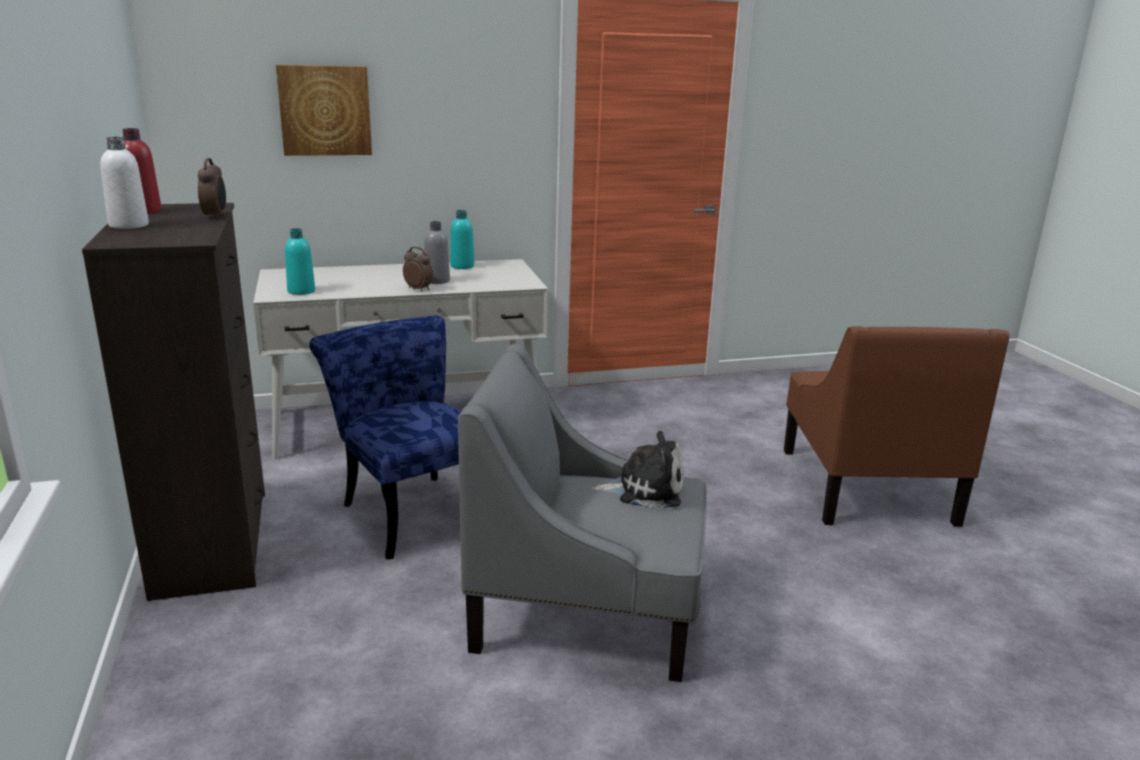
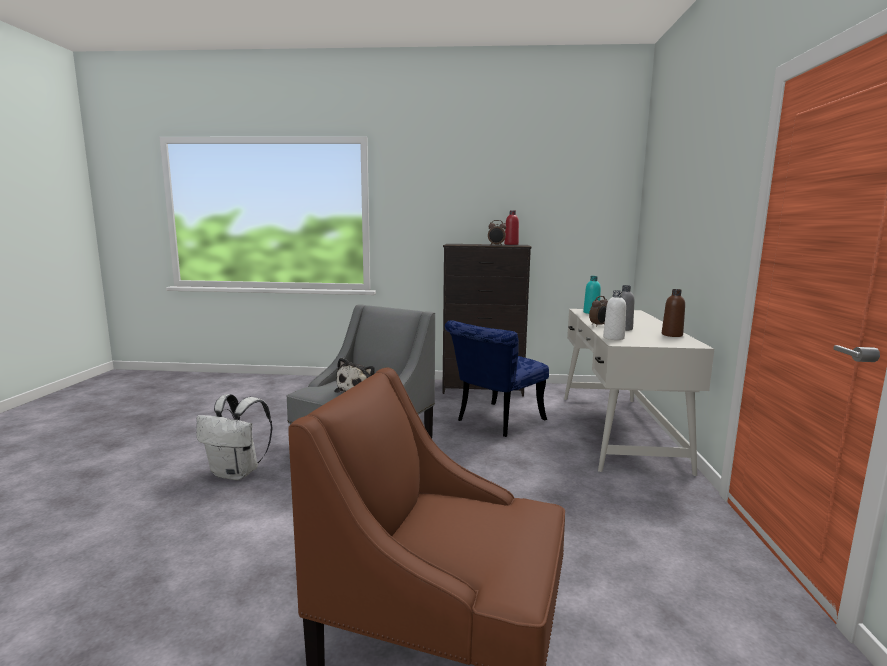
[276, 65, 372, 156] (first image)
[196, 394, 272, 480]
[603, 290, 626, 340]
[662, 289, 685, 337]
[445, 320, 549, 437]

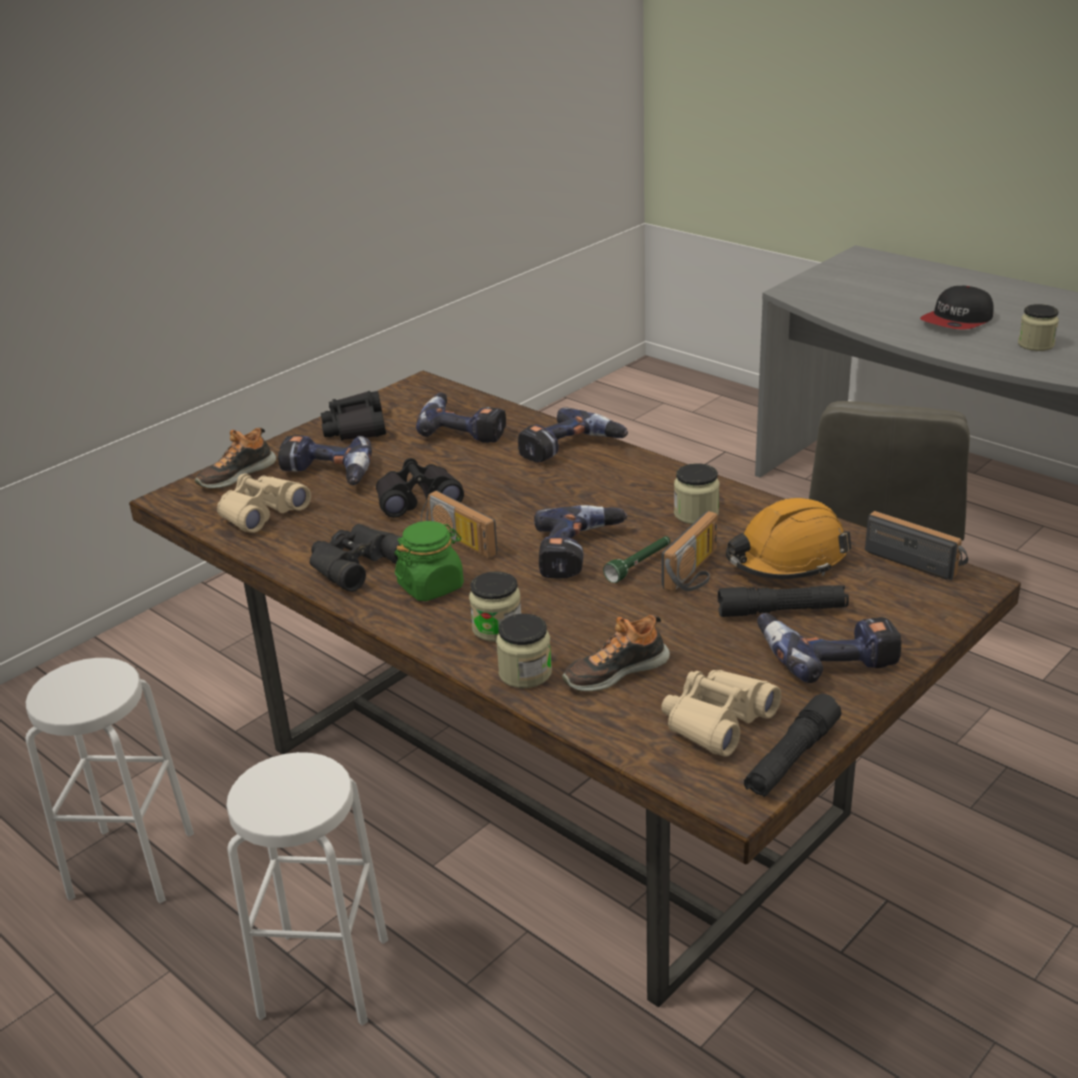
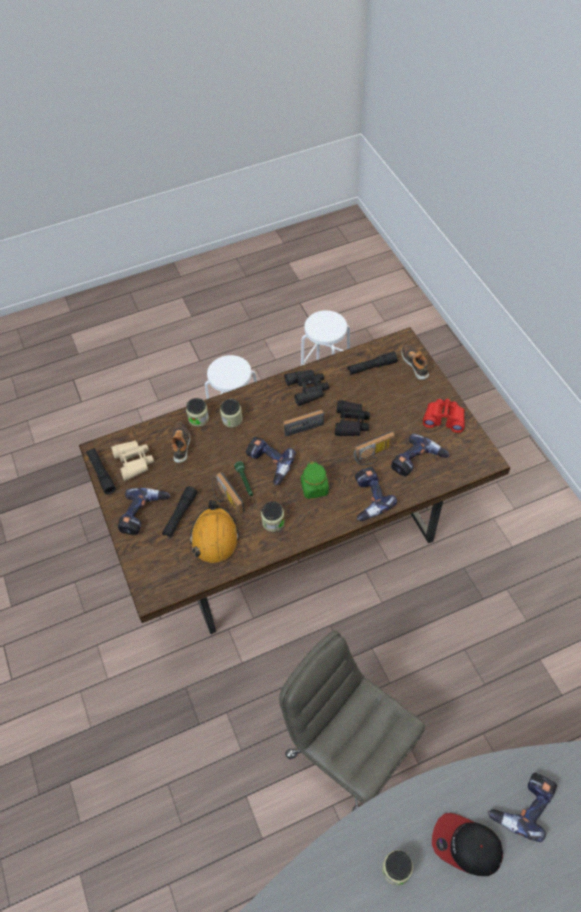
[488, 773, 557, 842]
[301, 462, 329, 499]
[354, 431, 395, 465]
[347, 352, 398, 375]
[423, 399, 465, 433]
[432, 813, 503, 876]

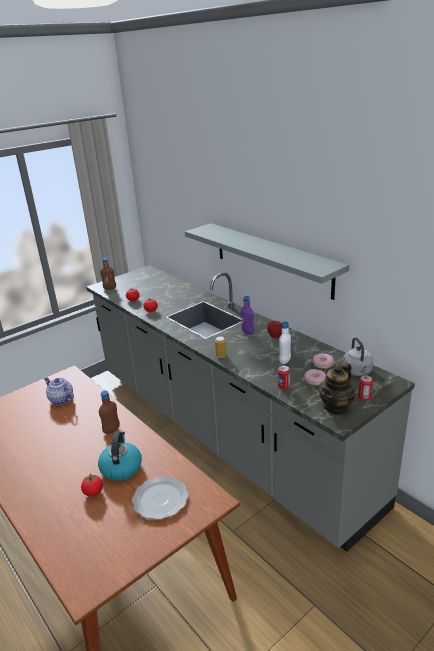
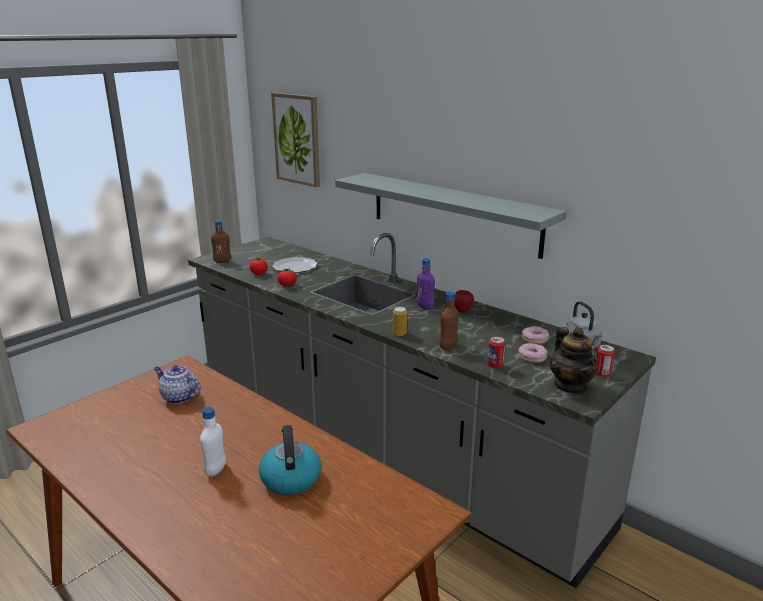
[81, 473, 103, 497] (first image)
[271, 93, 320, 187]
[439, 291, 458, 350]
[273, 257, 317, 273]
[200, 407, 226, 477]
[550, 327, 598, 394]

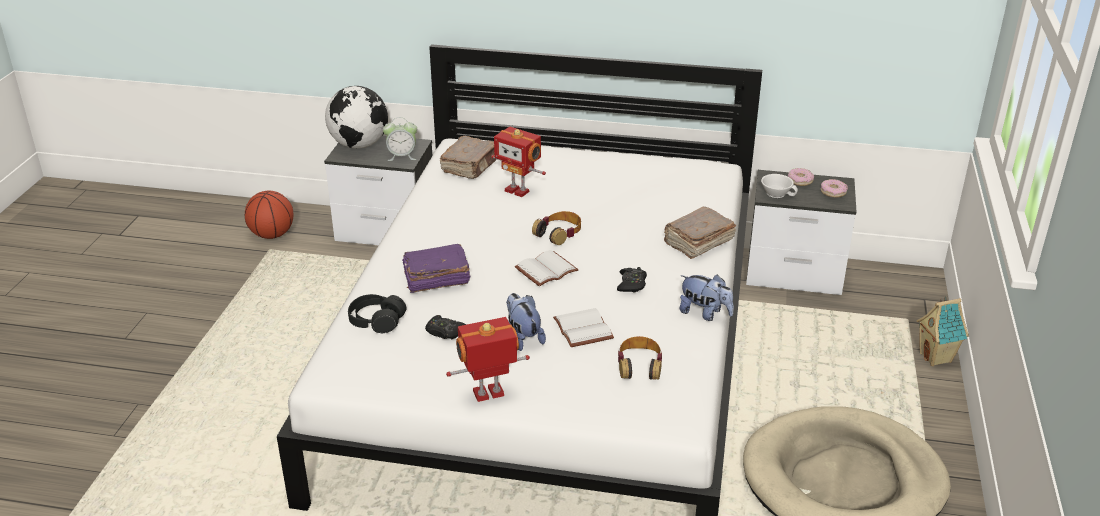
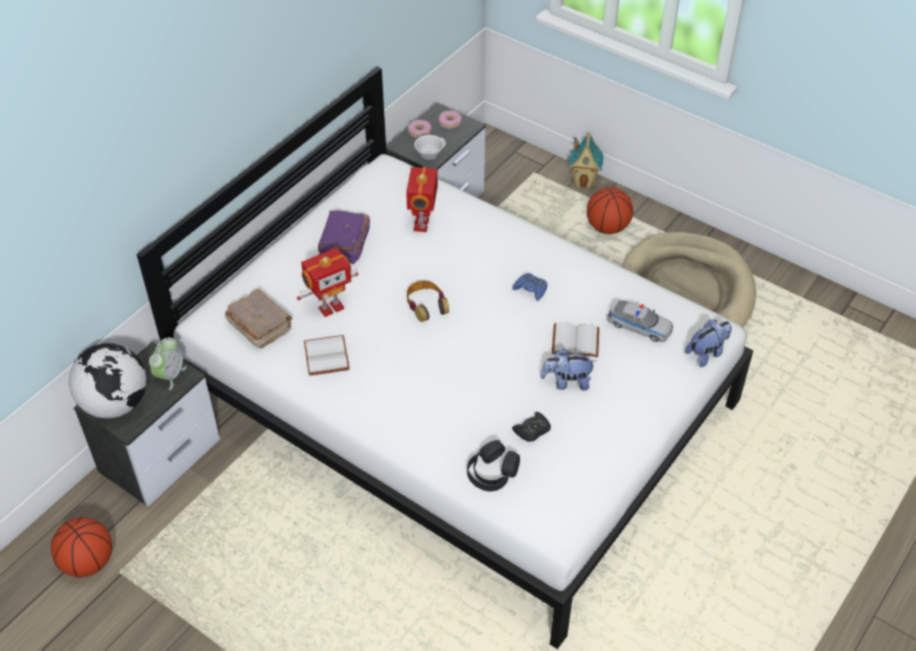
[664, 207, 736, 259] (first image)
[587, 187, 633, 234]
[318, 210, 370, 264]
[406, 167, 438, 232]
[304, 335, 350, 376]
[685, 320, 732, 367]
[606, 300, 673, 342]
[512, 273, 547, 301]

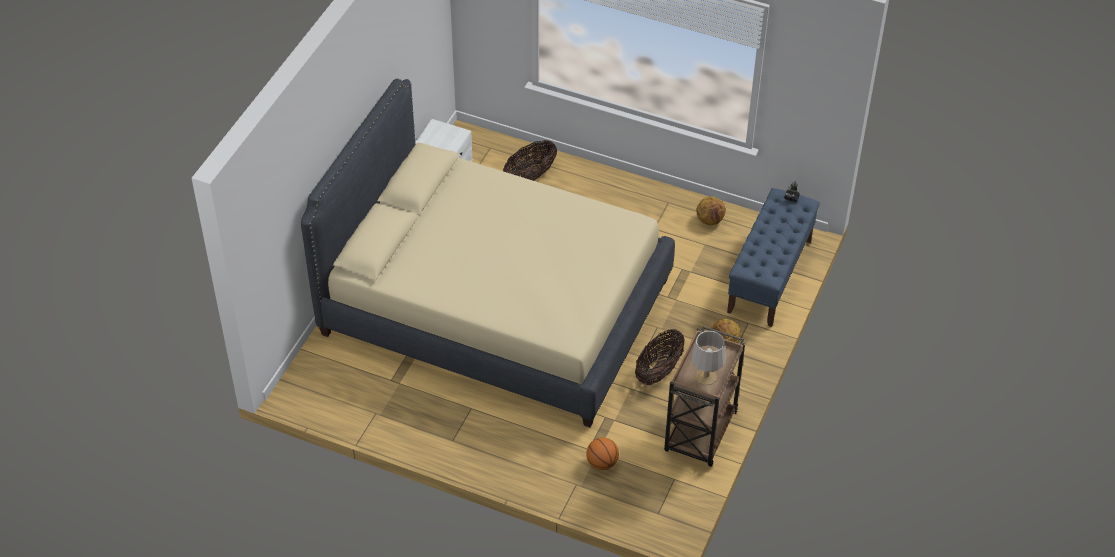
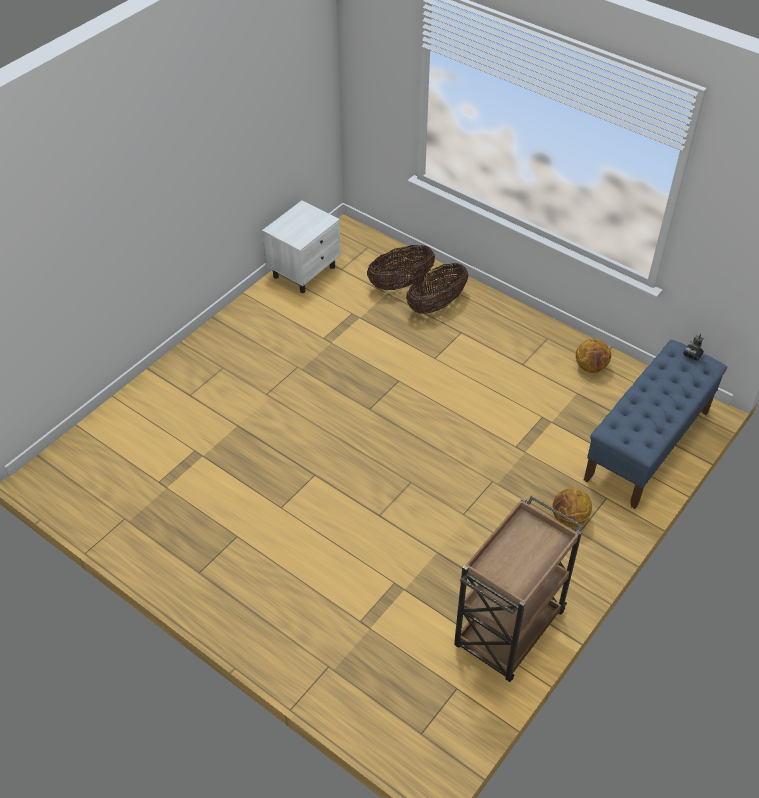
[301, 79, 675, 427] (first image)
[586, 437, 619, 470] (first image)
[691, 331, 726, 385] (first image)
[406, 263, 468, 314]

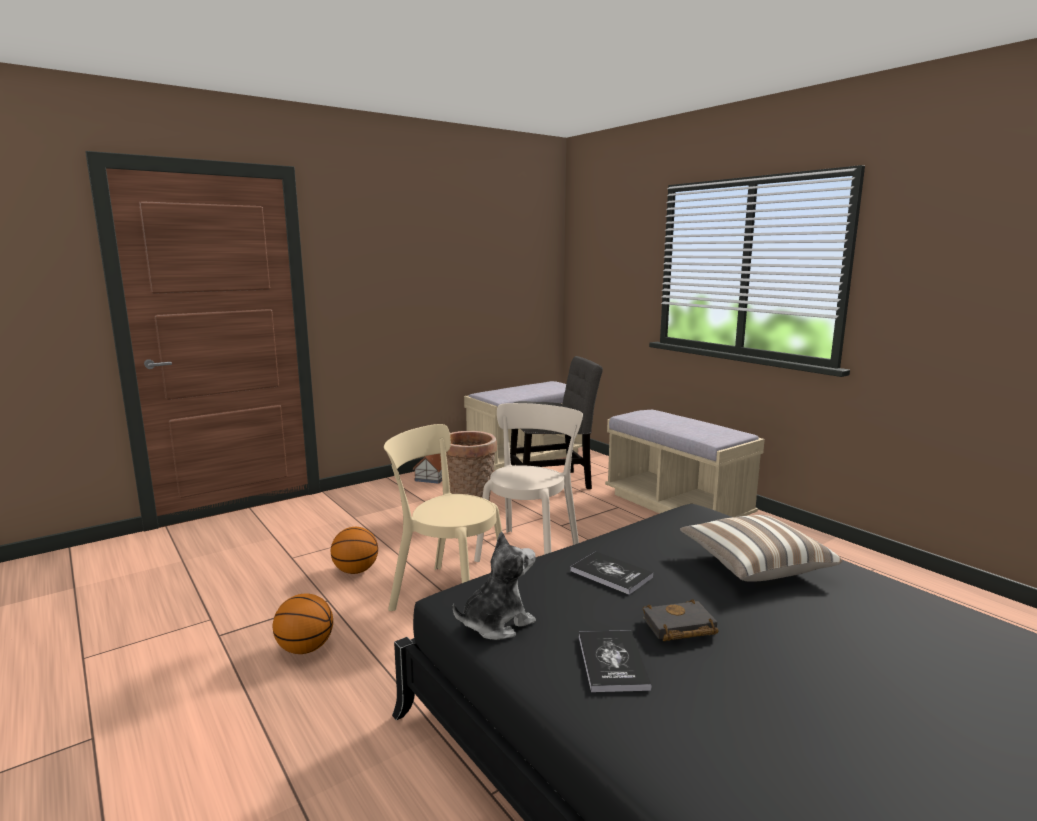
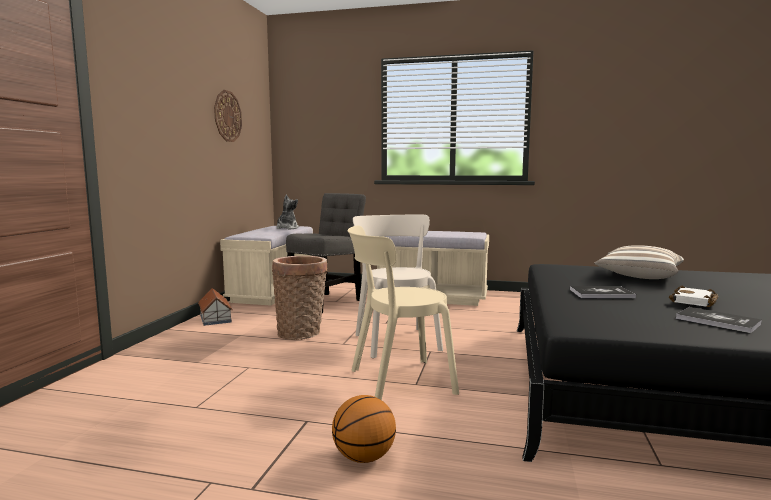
[331, 527, 378, 574] (first image)
[214, 90, 242, 142]
[276, 195, 299, 229]
[669, 286, 718, 307]

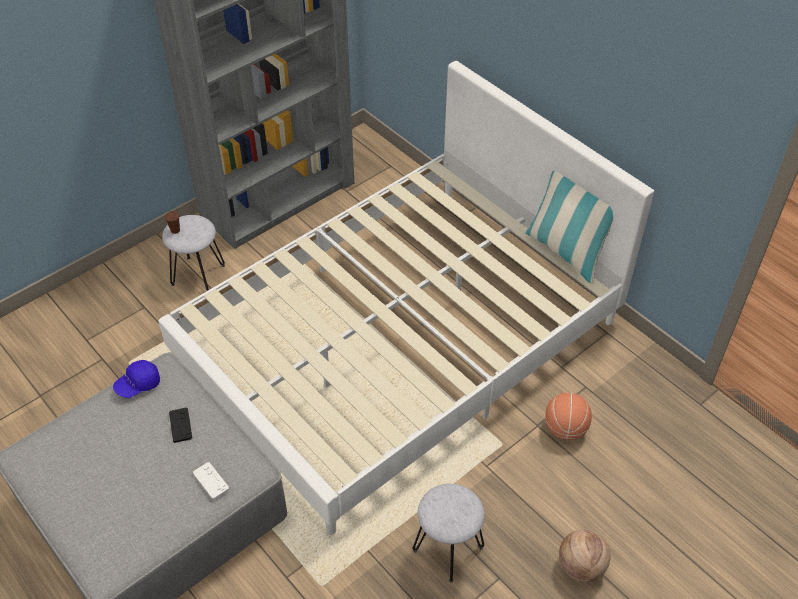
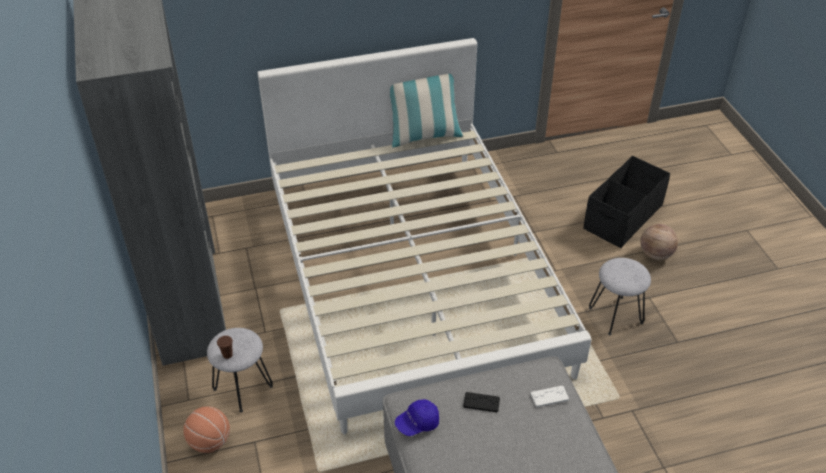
[583, 156, 670, 248]
[183, 406, 230, 453]
[395, 399, 439, 436]

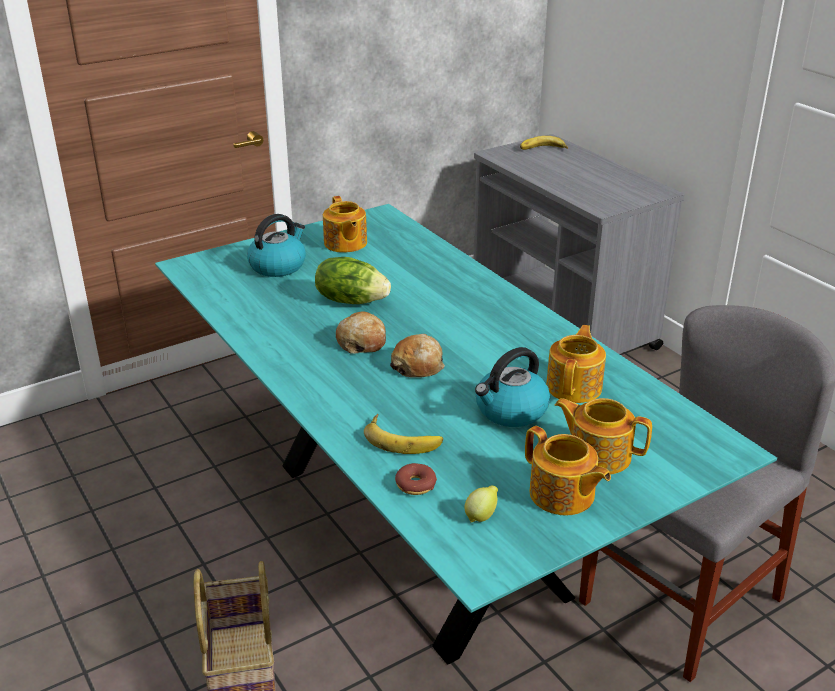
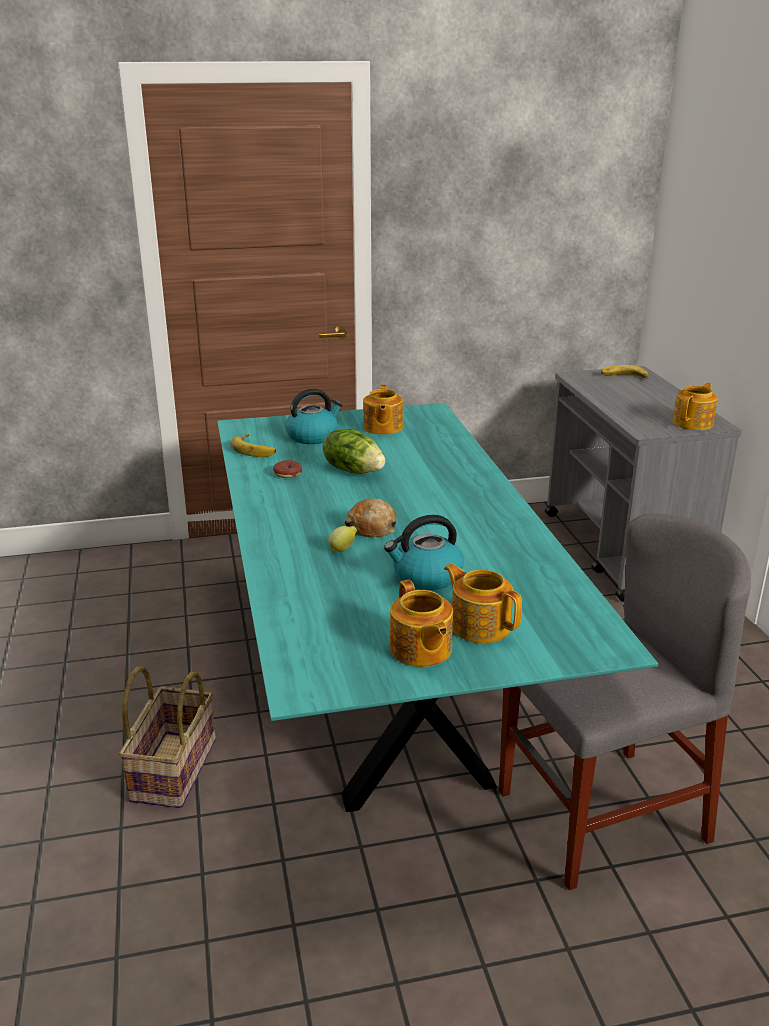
[336, 311, 386, 354] (first image)
[230, 434, 276, 457]
[273, 460, 302, 478]
[328, 526, 357, 552]
[673, 383, 718, 430]

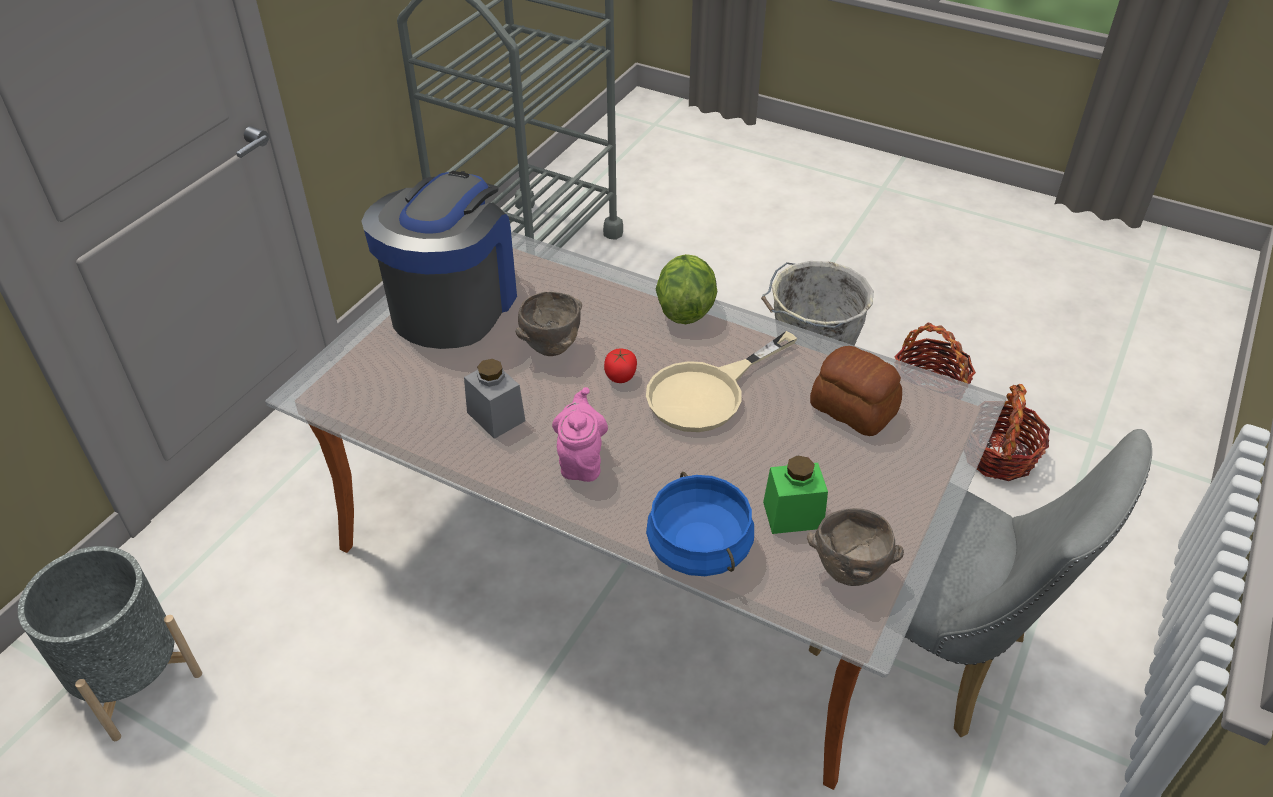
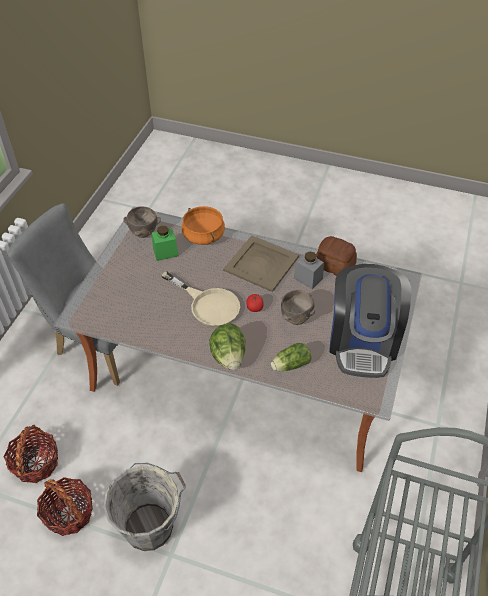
[18, 546, 202, 741] (first image)
[271, 343, 311, 371]
[316, 236, 357, 276]
[223, 235, 299, 292]
[182, 206, 225, 245]
[161, 271, 240, 327]

